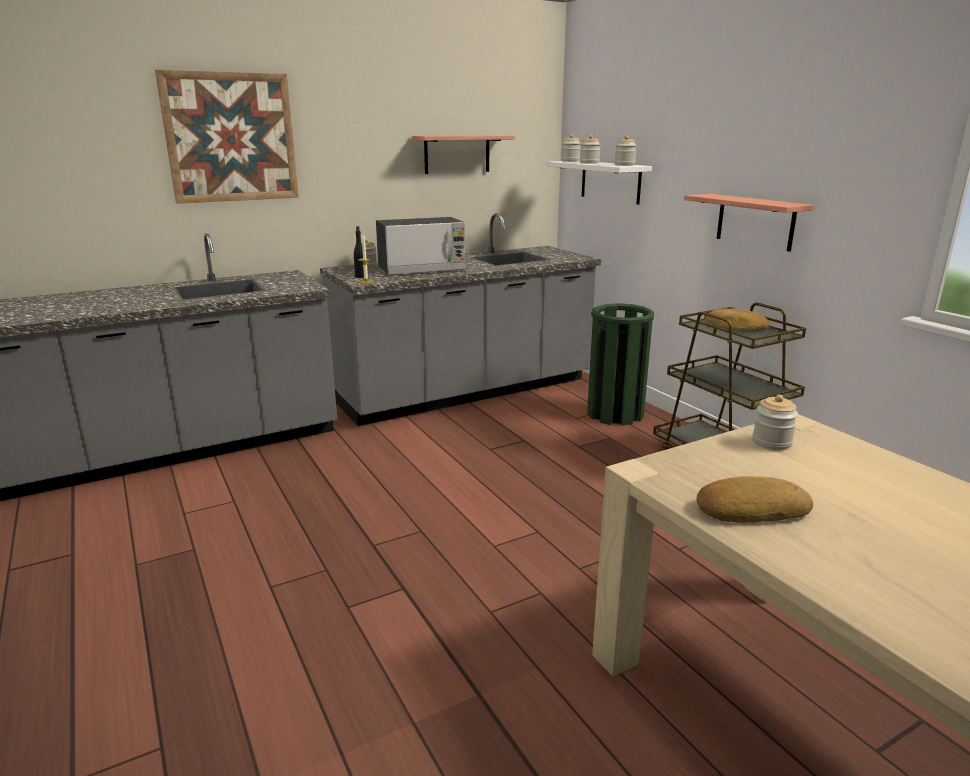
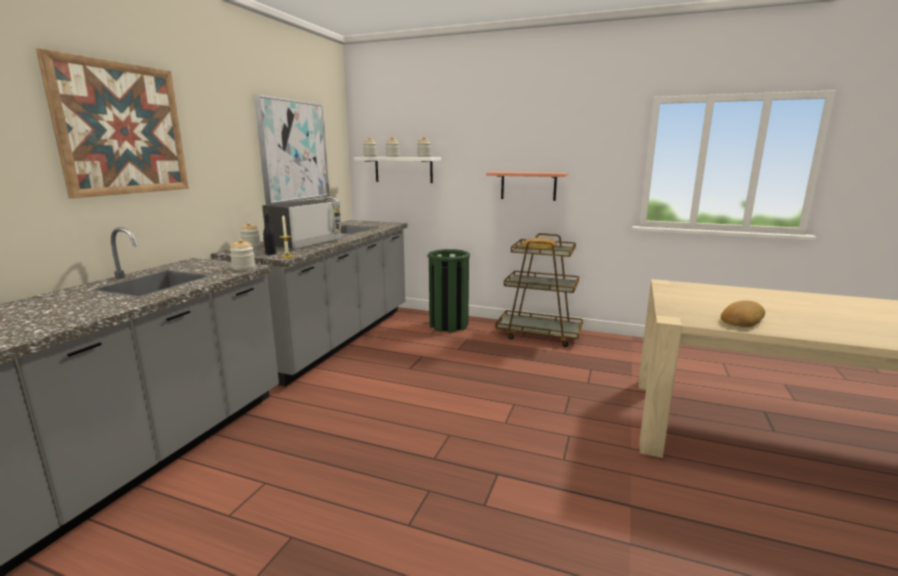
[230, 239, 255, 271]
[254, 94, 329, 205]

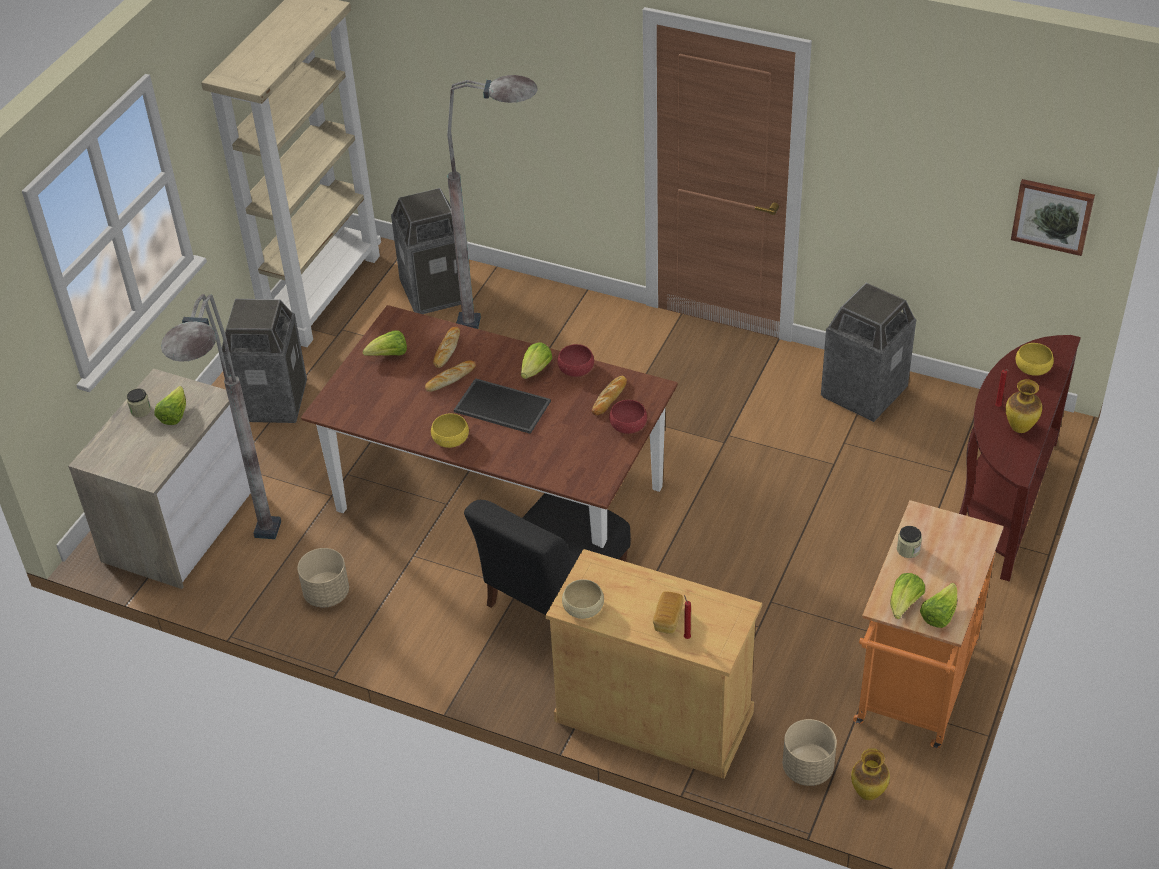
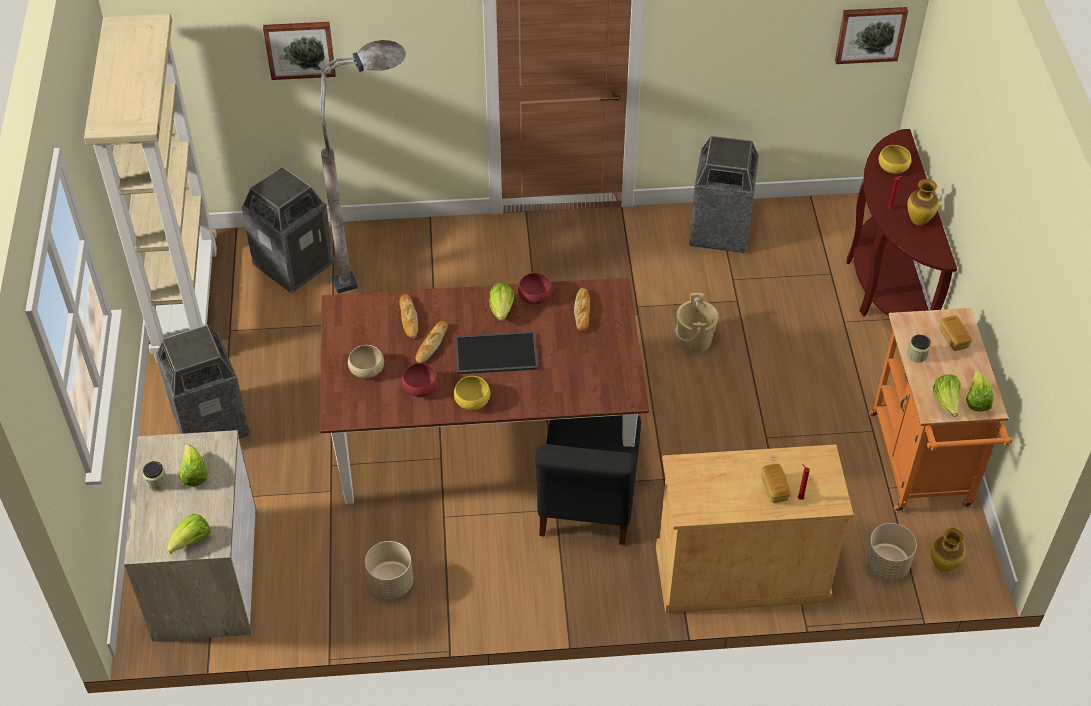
[161, 294, 281, 539] (first image)
[263, 22, 336, 80]
[675, 293, 718, 353]
[940, 316, 972, 351]
[167, 514, 211, 554]
[348, 345, 384, 378]
[402, 363, 438, 397]

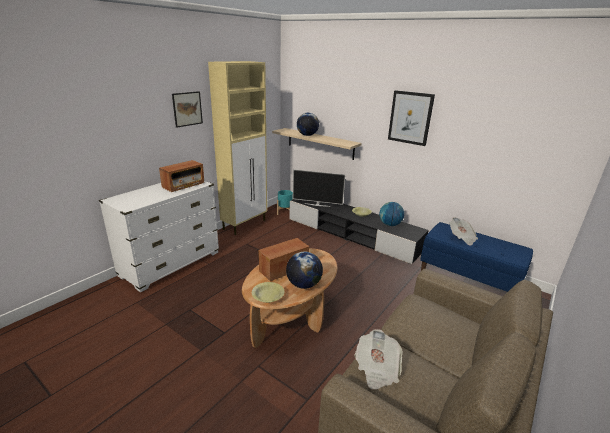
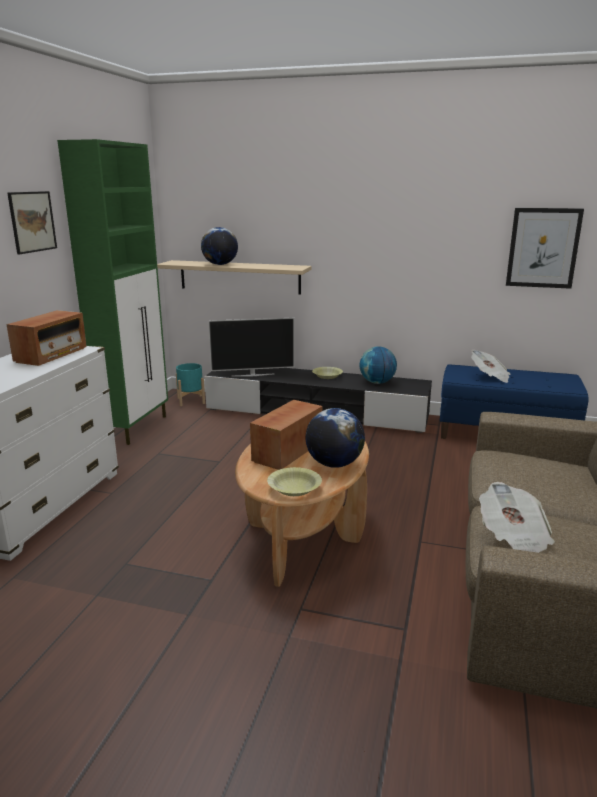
[506, 208, 584, 289]
[57, 139, 168, 445]

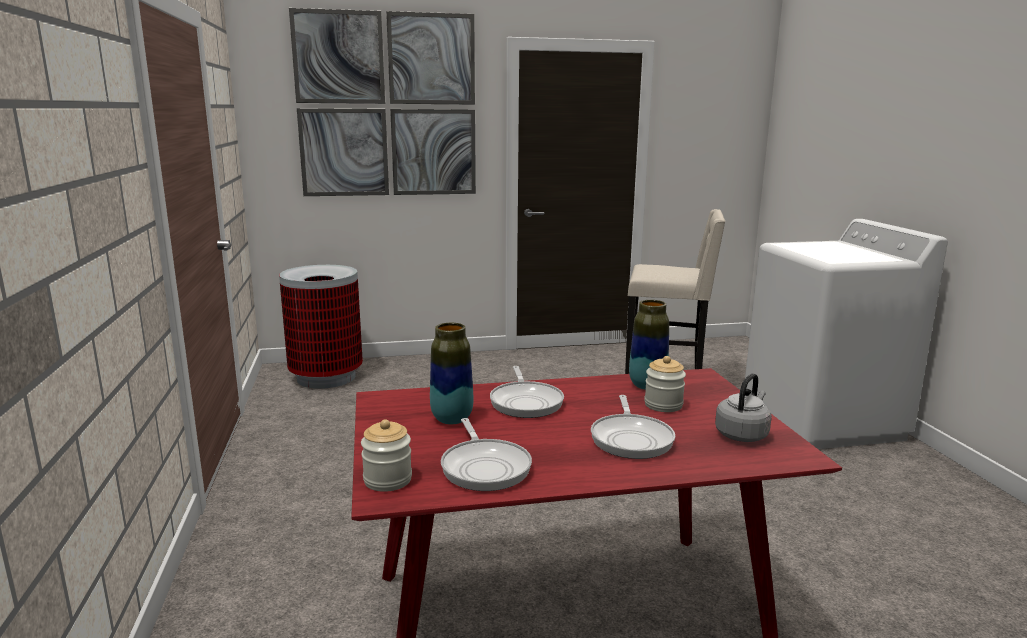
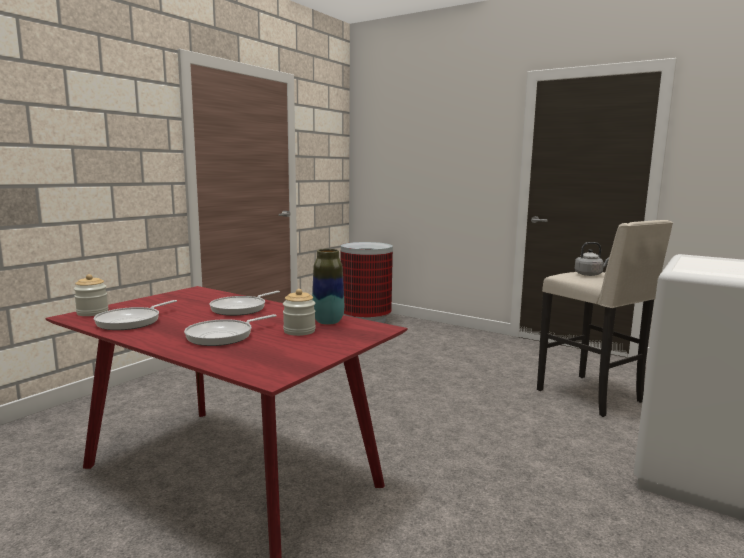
[289, 8, 476, 196] (first image)
[430, 323, 473, 424] (first image)
[575, 242, 609, 276]

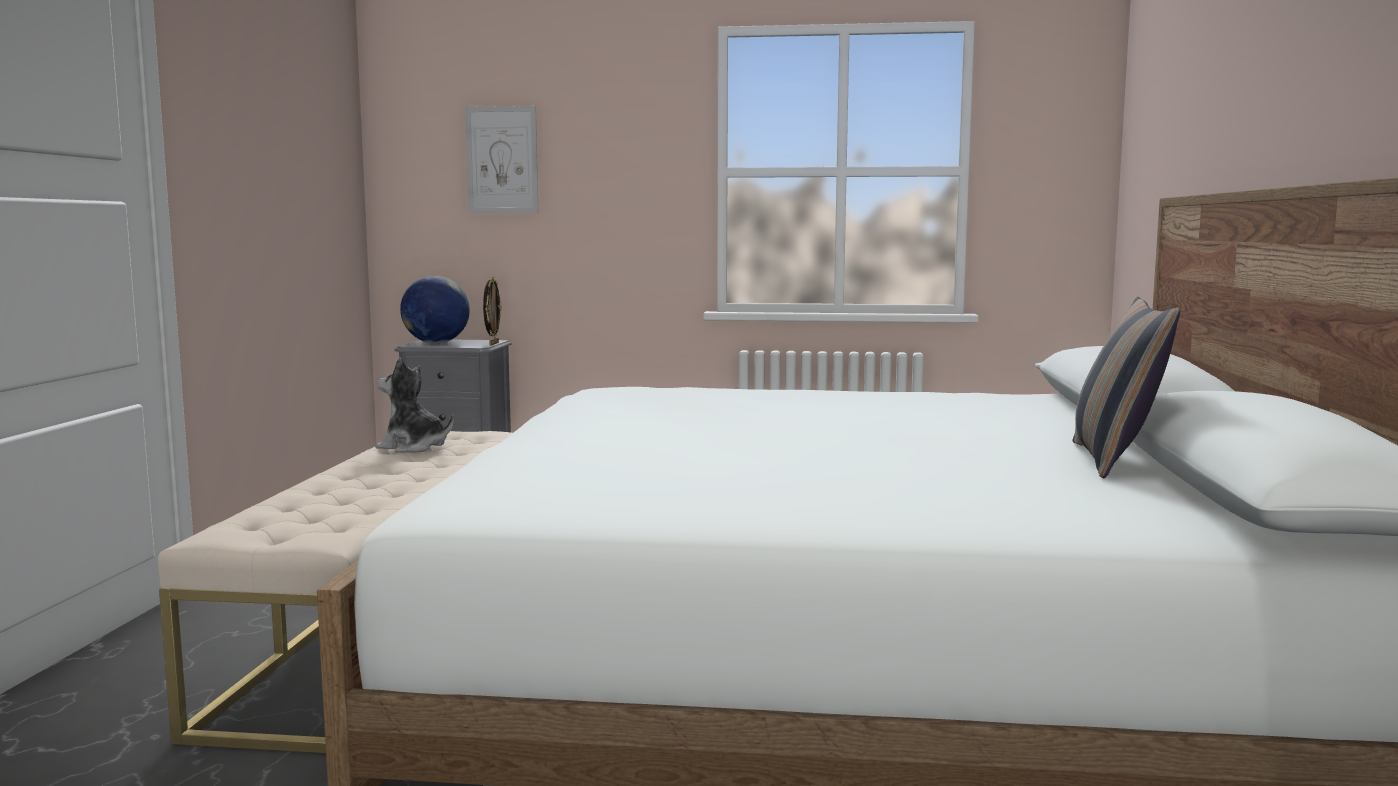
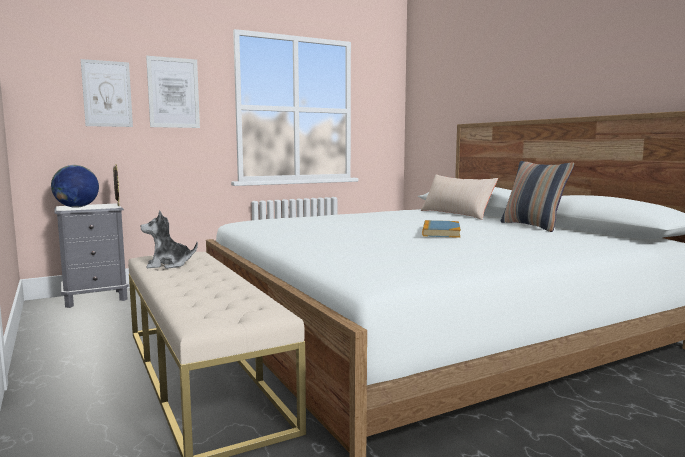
[146, 56, 200, 128]
[421, 174, 498, 220]
[422, 220, 461, 238]

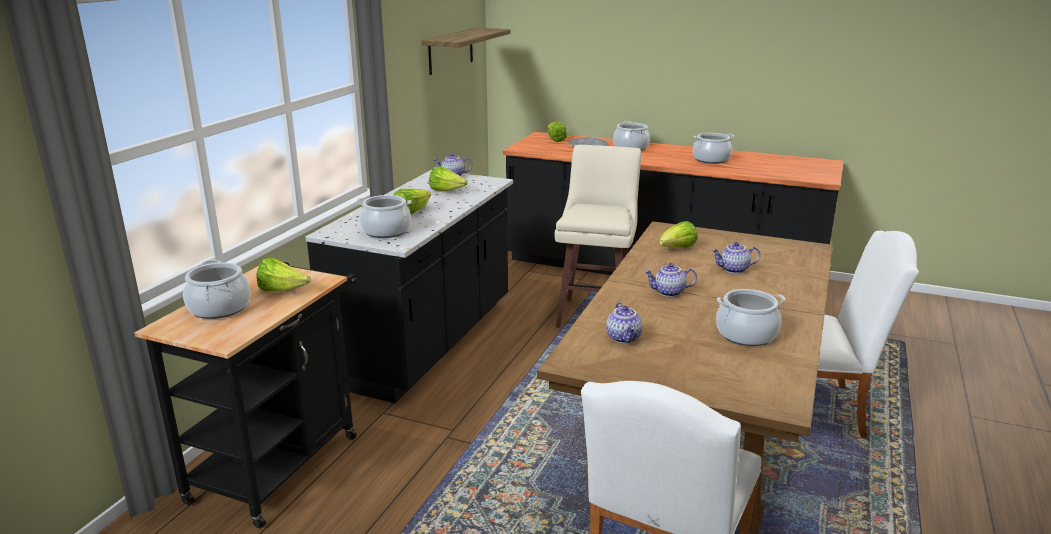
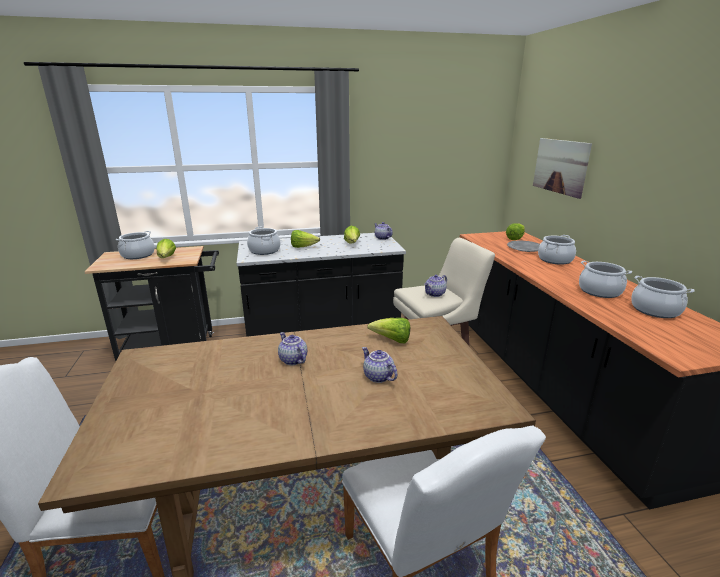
[421, 28, 510, 75] (first image)
[533, 138, 592, 199]
[424, 275, 447, 297]
[631, 276, 695, 318]

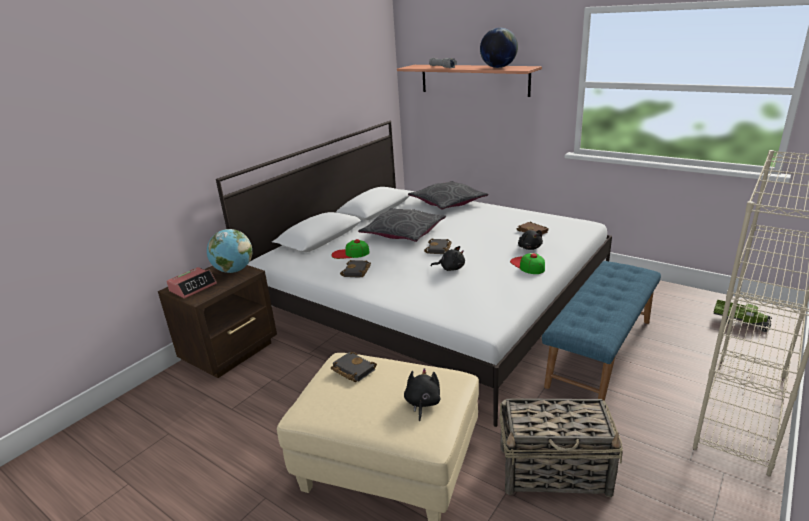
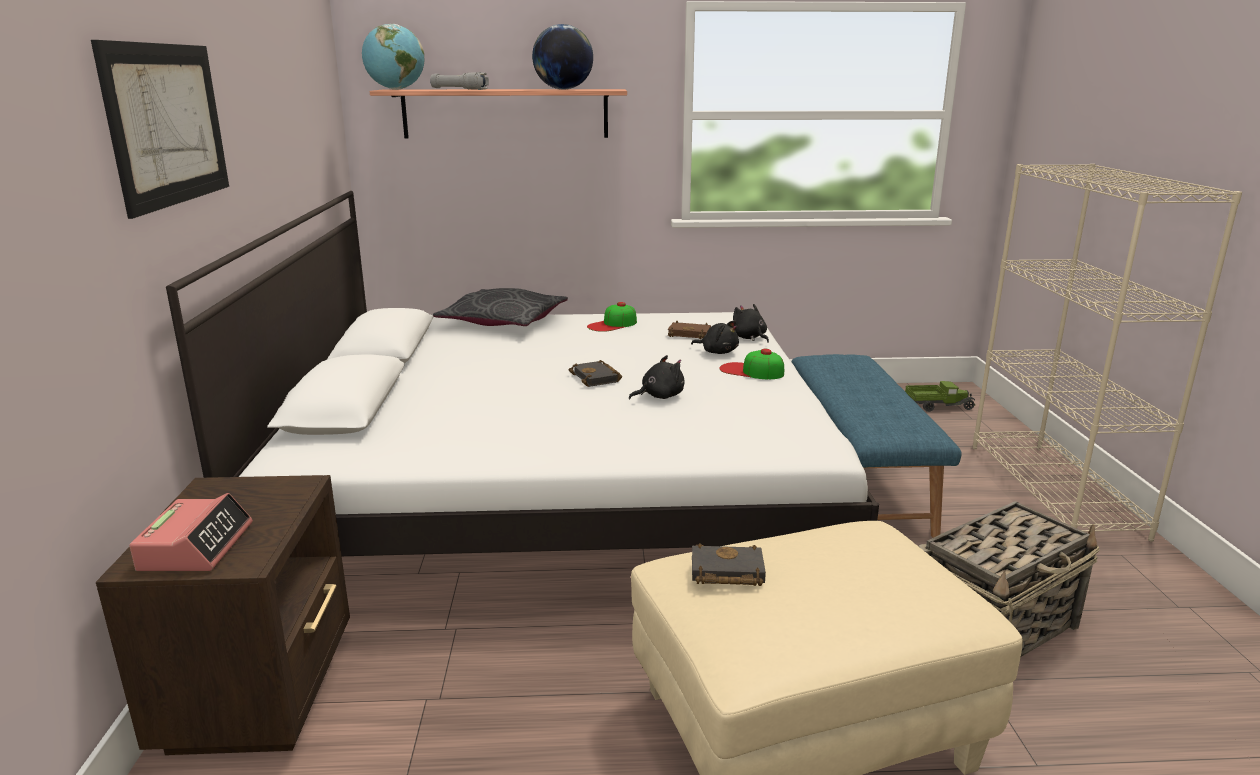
[340, 260, 371, 278] (first image)
[358, 208, 446, 242] (first image)
[91, 40, 229, 219]
[362, 24, 424, 90]
[587, 302, 637, 332]
[733, 304, 769, 343]

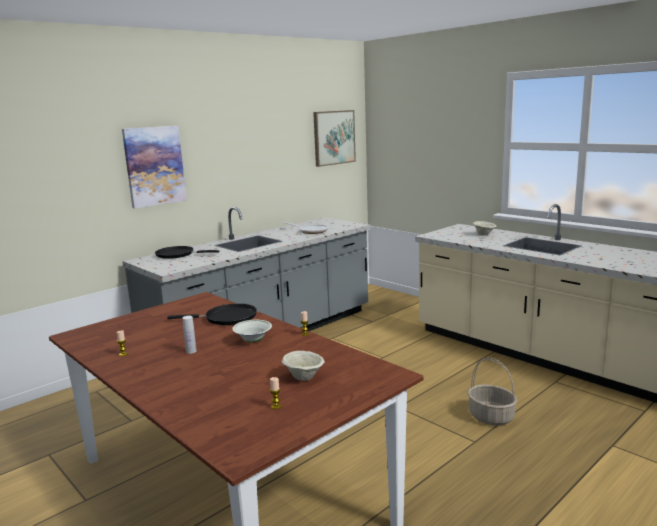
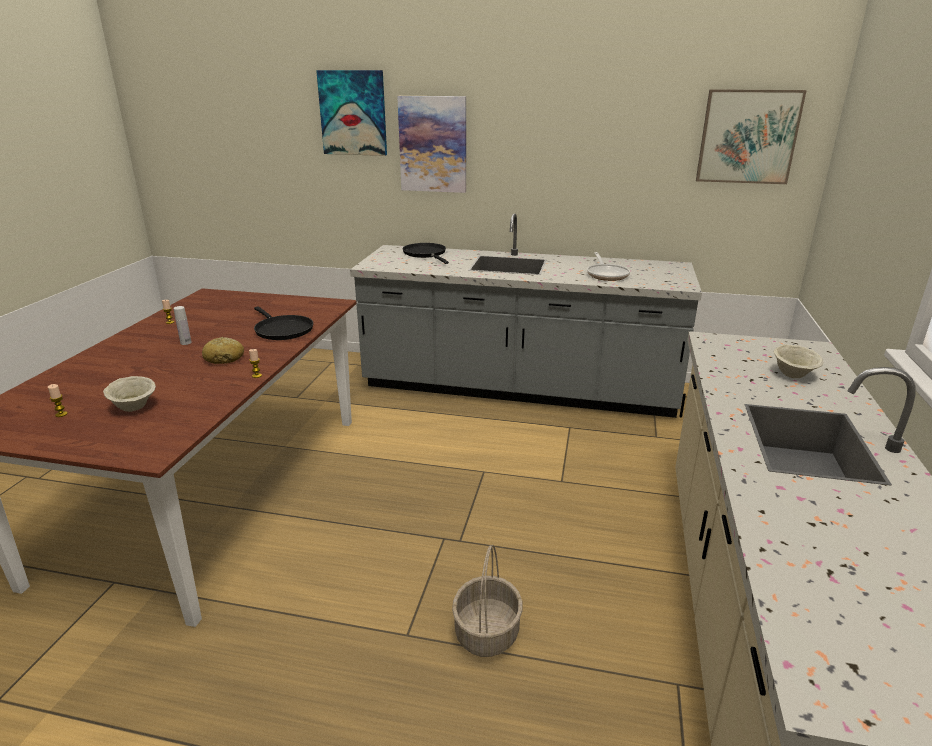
[316, 70, 387, 156]
[202, 337, 244, 364]

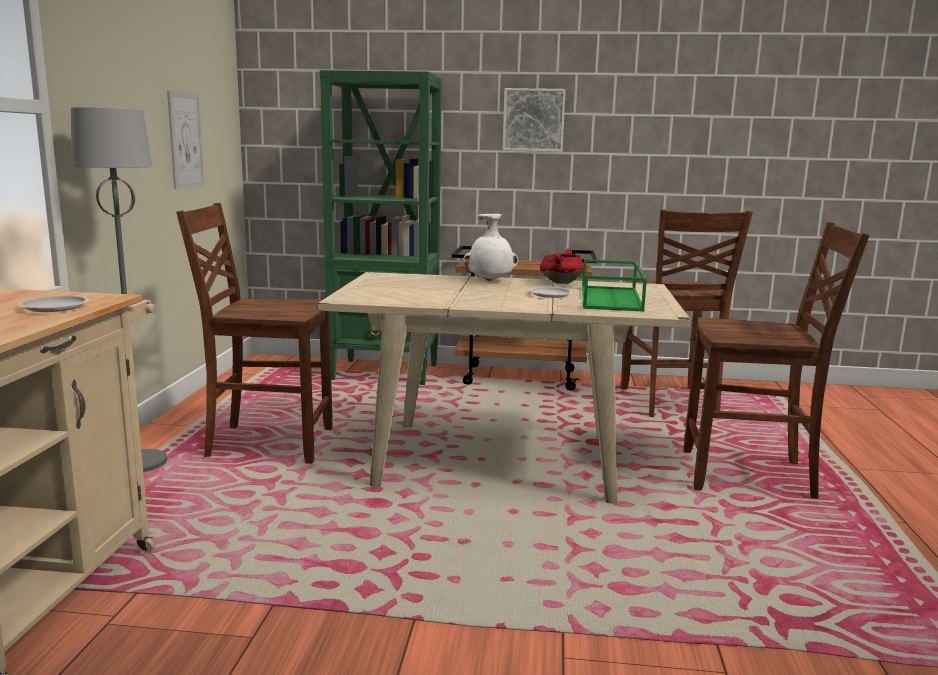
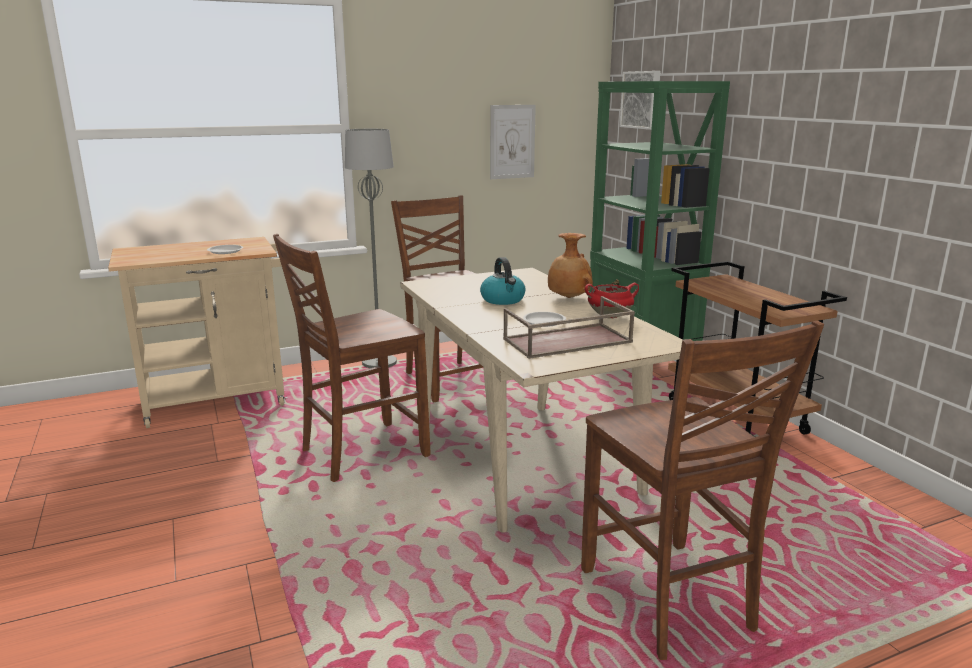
[480, 257, 525, 305]
[619, 71, 660, 130]
[273, 234, 430, 482]
[548, 233, 593, 298]
[503, 296, 635, 359]

